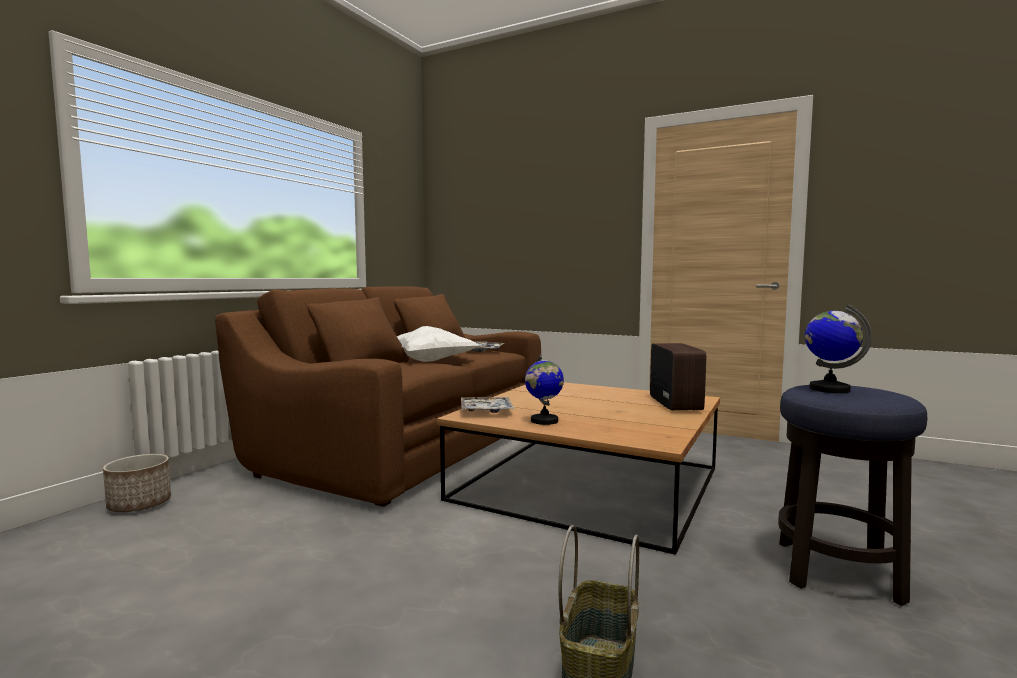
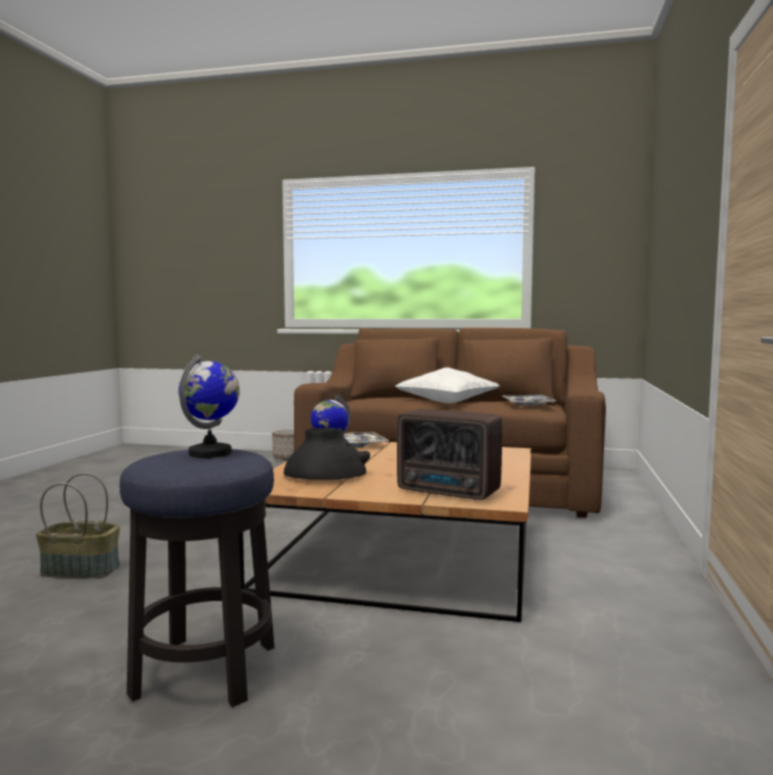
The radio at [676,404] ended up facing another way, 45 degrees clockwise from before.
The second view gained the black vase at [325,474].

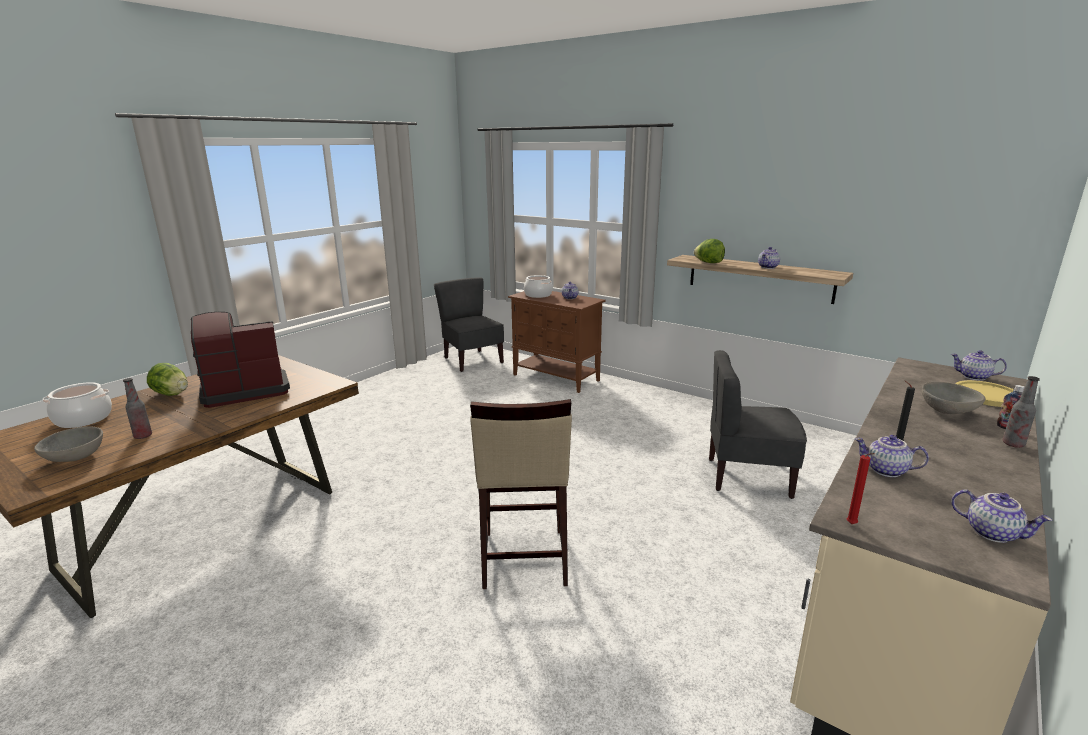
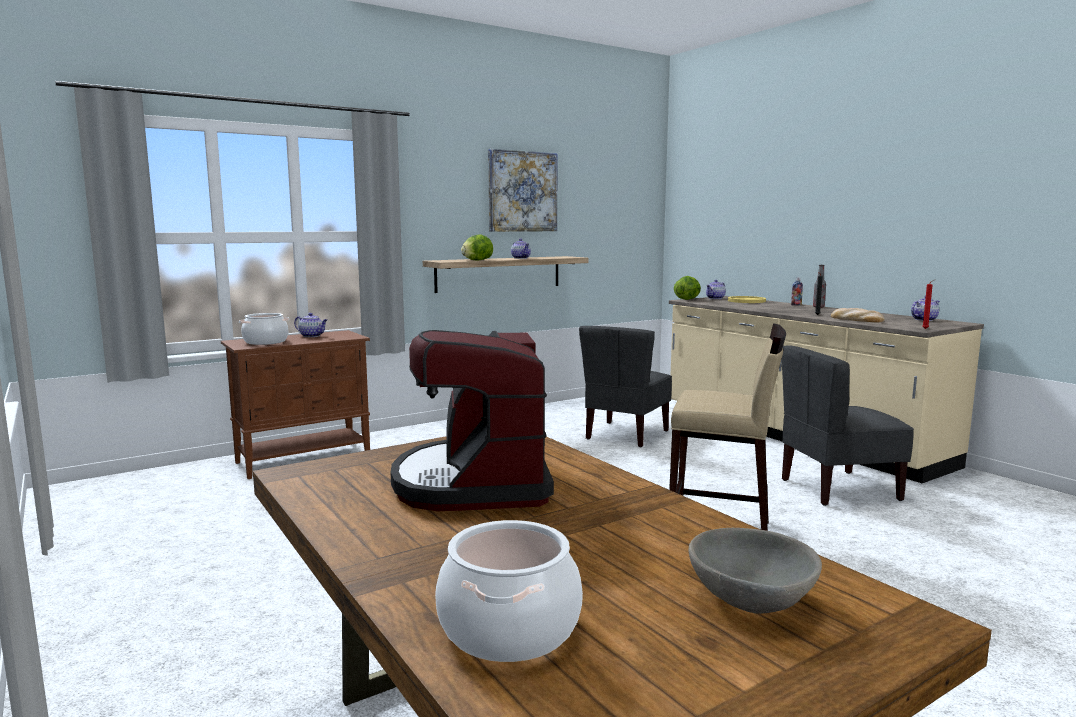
The grey chair ended up elsewhere, having gone from [472,360] to [838,489].
The lettuce ended up elsewhere, having gone from [171,394] to [687,299].
The second view lost the bottle at [143,436].
The second view lost the grey bowl at [947,411].
Where the teapot stood at [885,471], the bread came to stand at [856,319].
The second view gained the picture at [522,191].

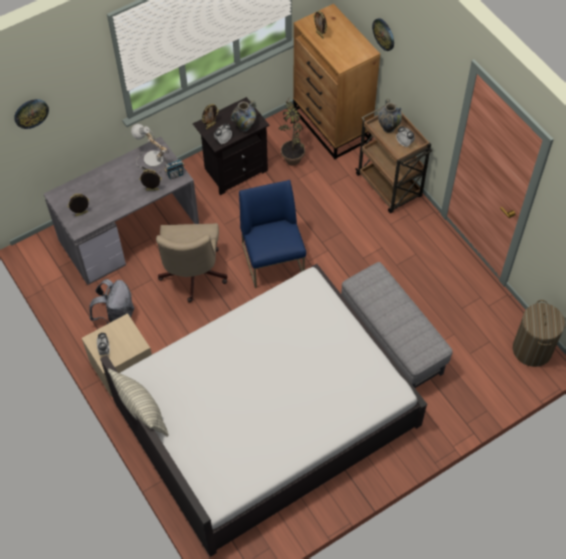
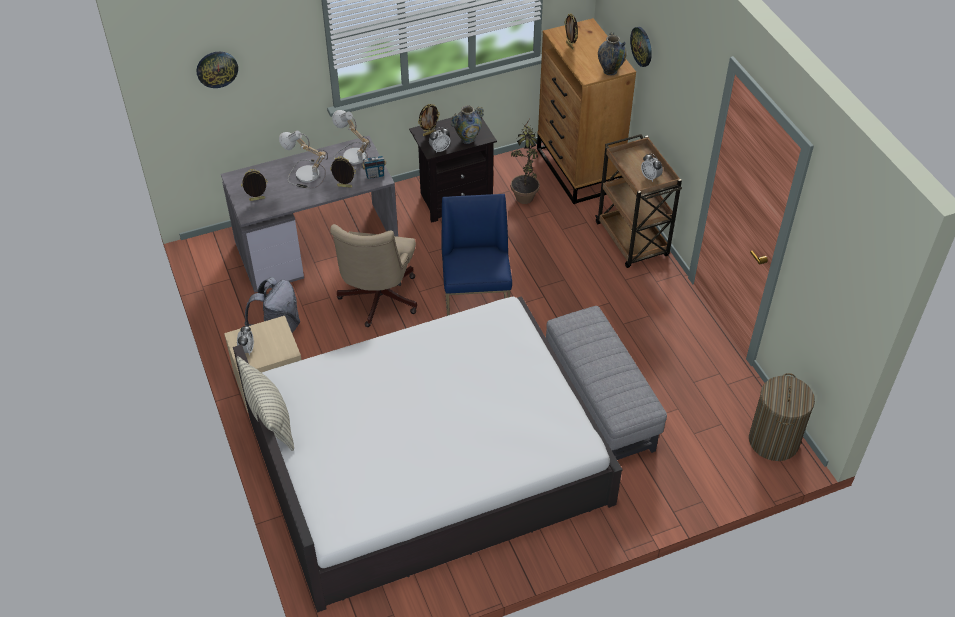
The vase ended up elsewhere, having gone from [388,128] to [610,71].
The second view gained the table lamp at [305,175].

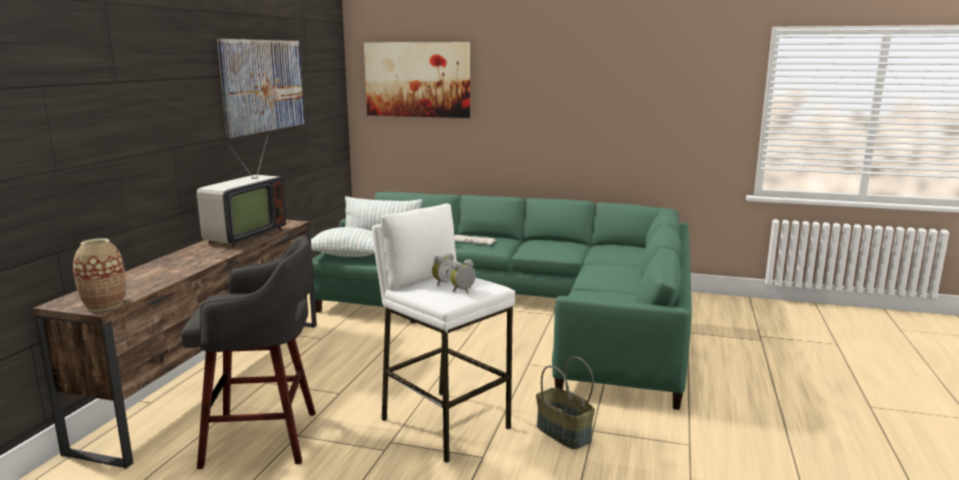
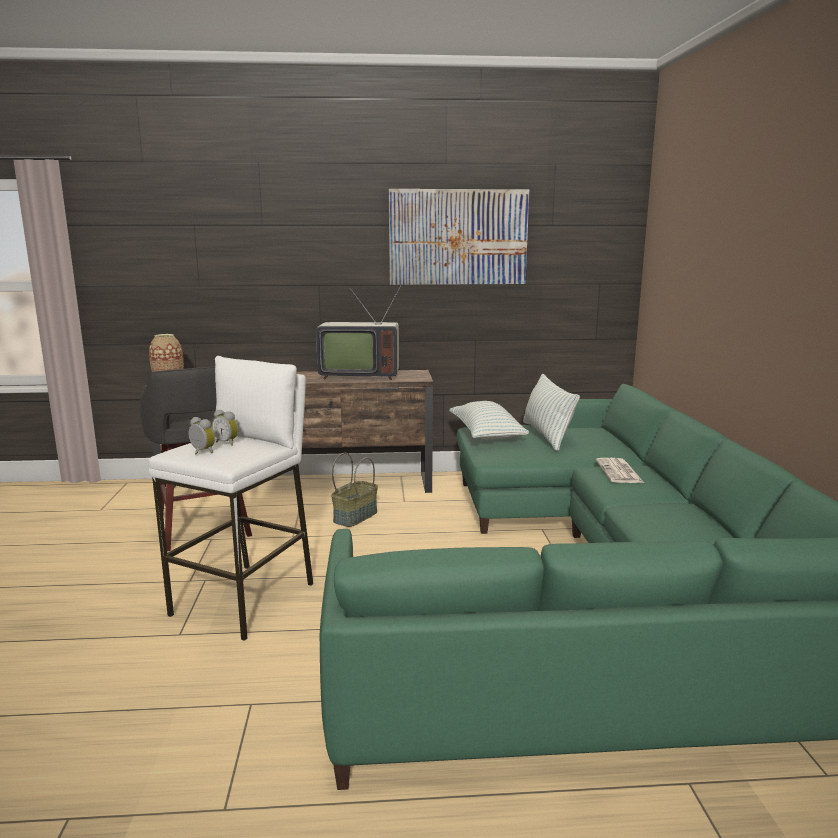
The second view lost the picture at [417,79].
The basket ended up elsewhere, having gone from [562,433] to [355,516].

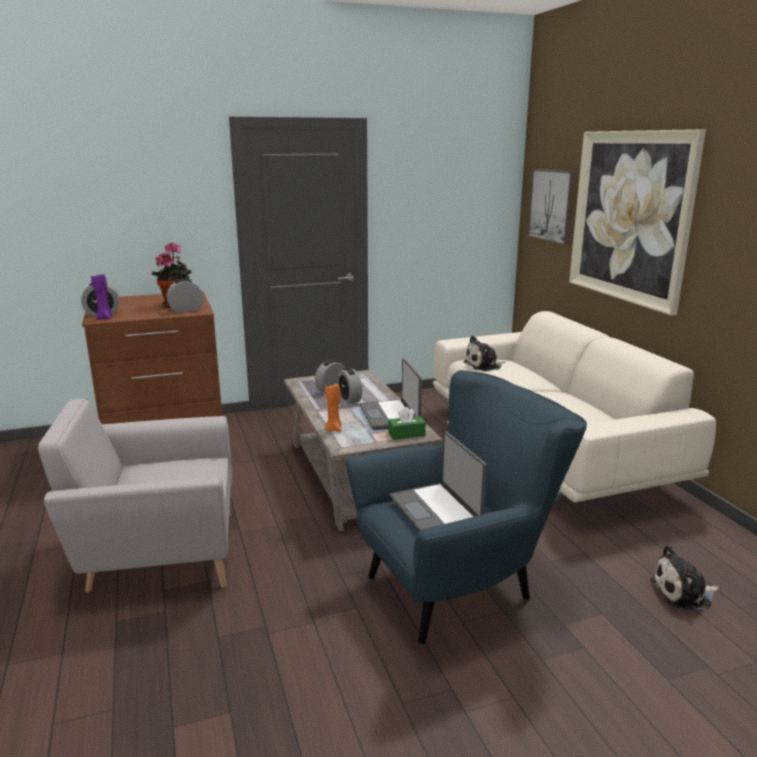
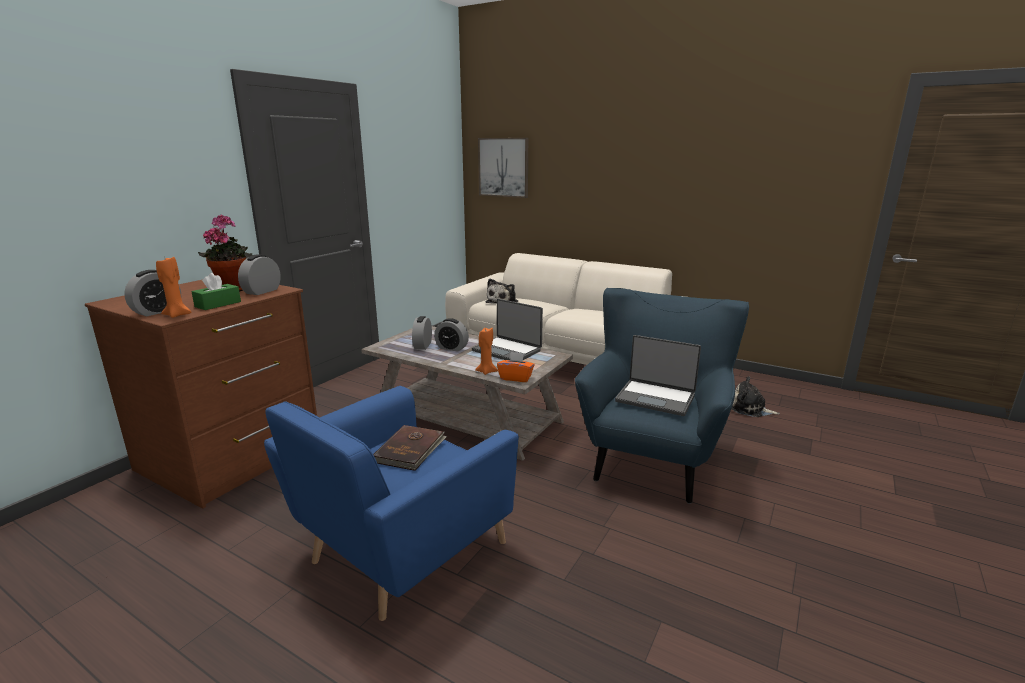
The second view lost the picture at [630,217].
What was the purple candle at [105,318] turned into the orange candle at [177,315].
What was the grey armchair at [158,554] turned into the blue armchair at [400,550].
The green tissue box ended up elsewhere, having gone from [406,434] to [218,304].
The plush toy at [684,593] ended up facing another way, 75 degrees clockwise from before.
The second view gained the orange tissue box at [515,378].
The second view gained the brown book at [411,450].

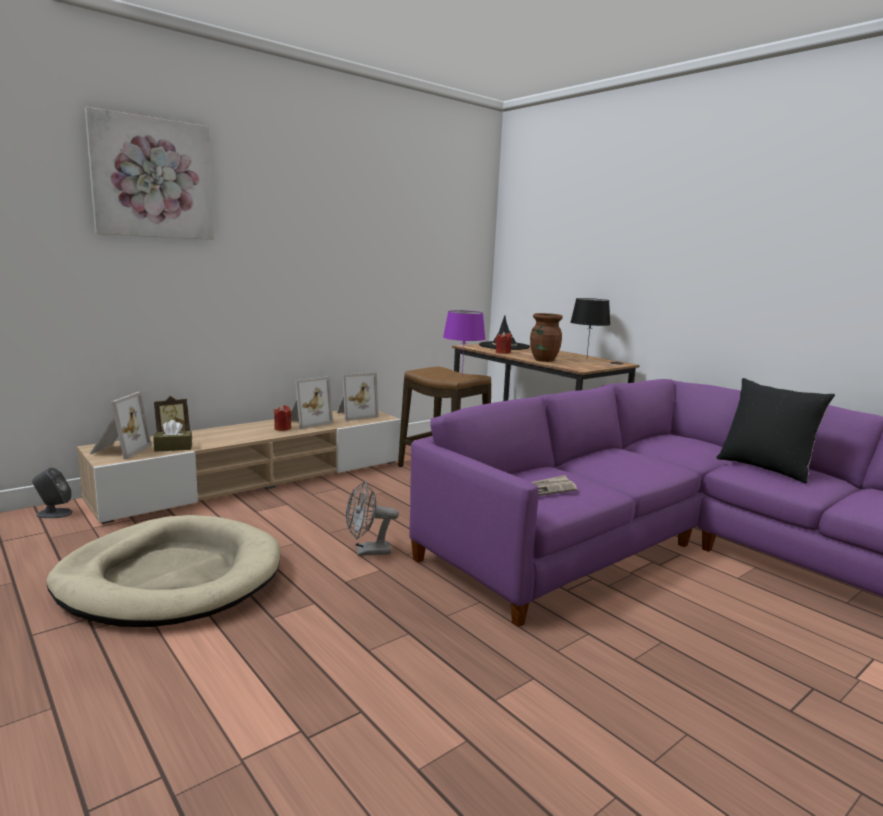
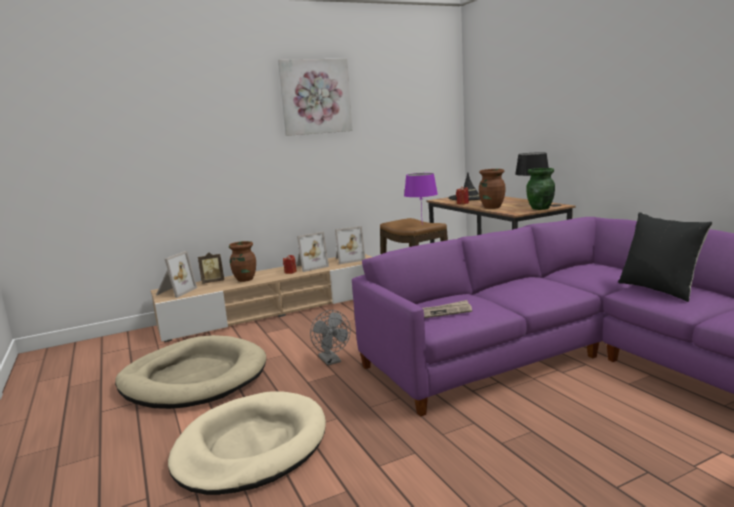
The picture ended up elsewhere, having gone from [152,178] to [315,97].
The second view lost the brown tissue box at [173,448].
The second view lost the grey speaker at [54,513].
The grey fan at [367,552] ended up facing another way, 120 degrees counterclockwise from before.
The second view gained the green vase at [540,208].
The second view gained the brown vase at [245,279].
The second view gained the beige dog bed at [251,447].

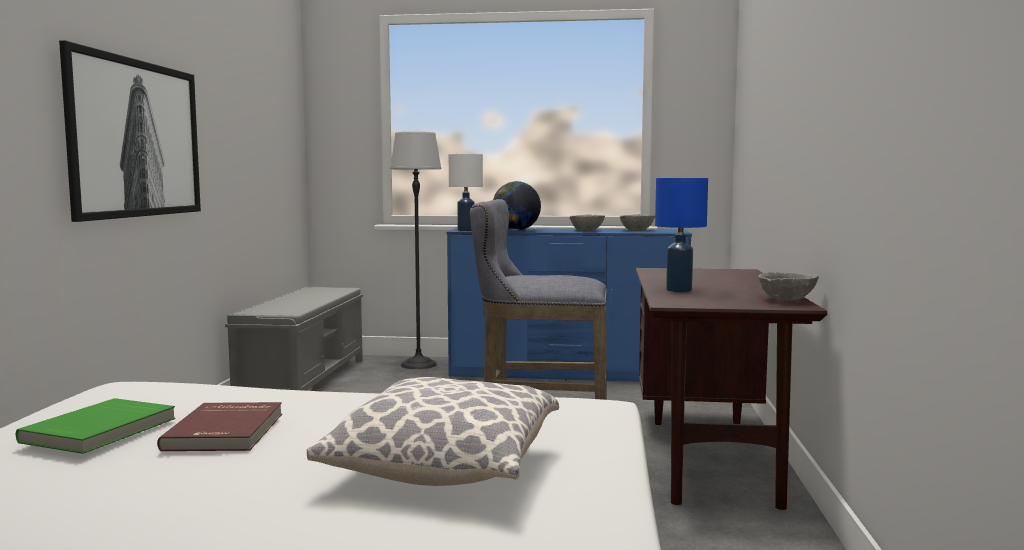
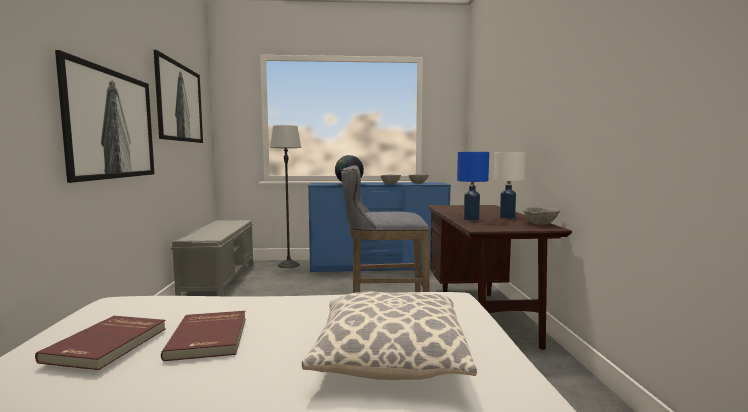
The white table lamp ended up elsewhere, having gone from [465,230] to [506,217].
What was the green book at [101,430] turned into the red book at [108,344].
The second view gained the picture at [179,103].

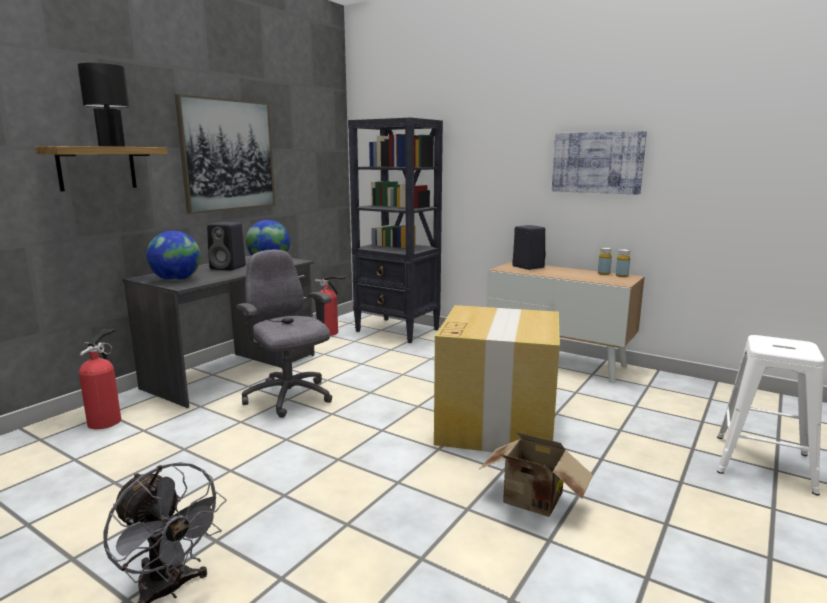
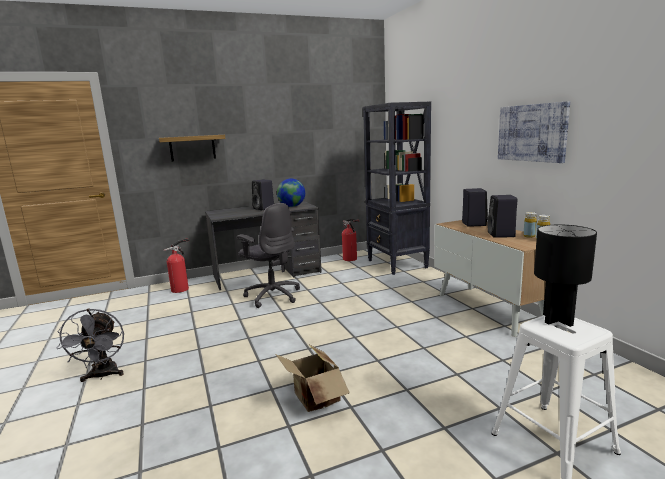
The black table lamp ended up elsewhere, having gone from [112,146] to [557,319].
The second view lost the picture at [228,155].
The second view lost the globe at [176,280].
The grey office chair at [289,398] ended up facing another way, 135 degrees clockwise from before.
The second view lost the cardboard box at [497,424].
The second view gained the black speaker at [501,235].

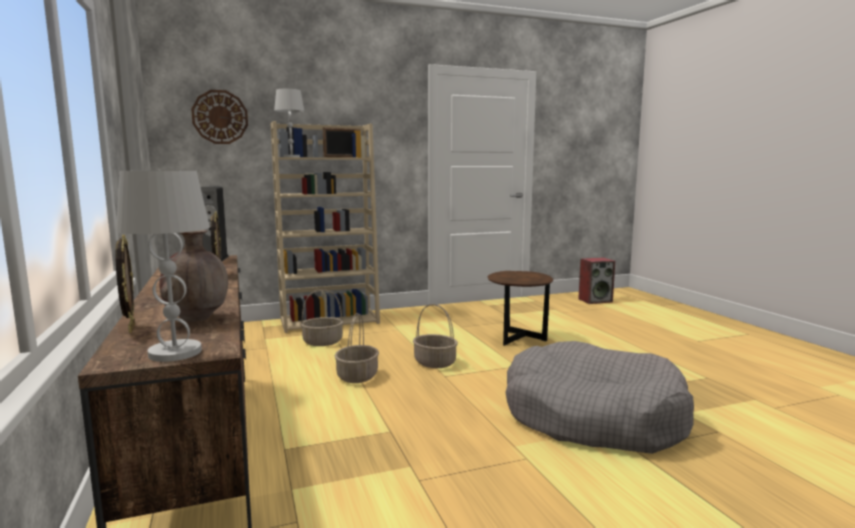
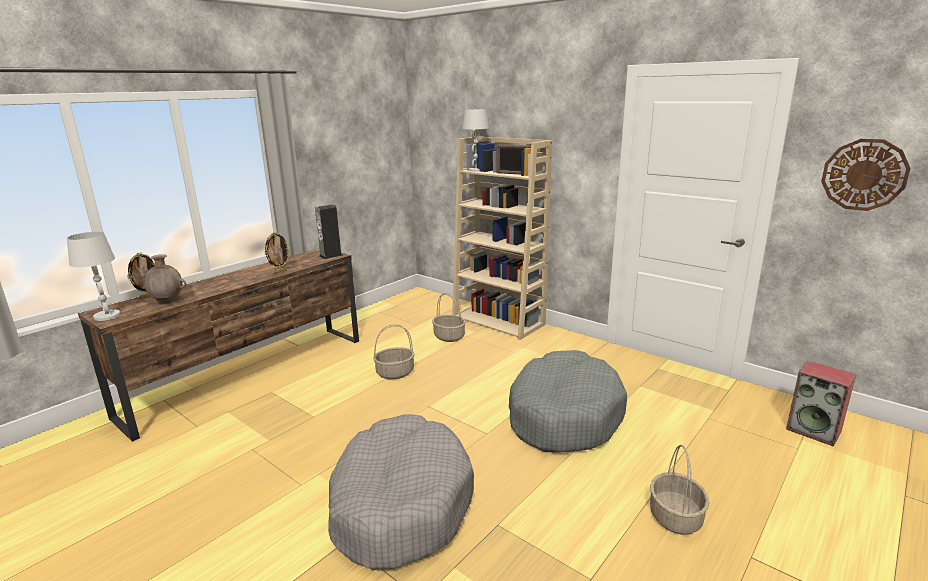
The wall clock ended up elsewhere, having gone from [220,117] to [864,175].
Where the brown side table stood at [518,340], the grey dog bed came to stand at [563,415].
The basket ended up elsewhere, having gone from [434,363] to [675,517].

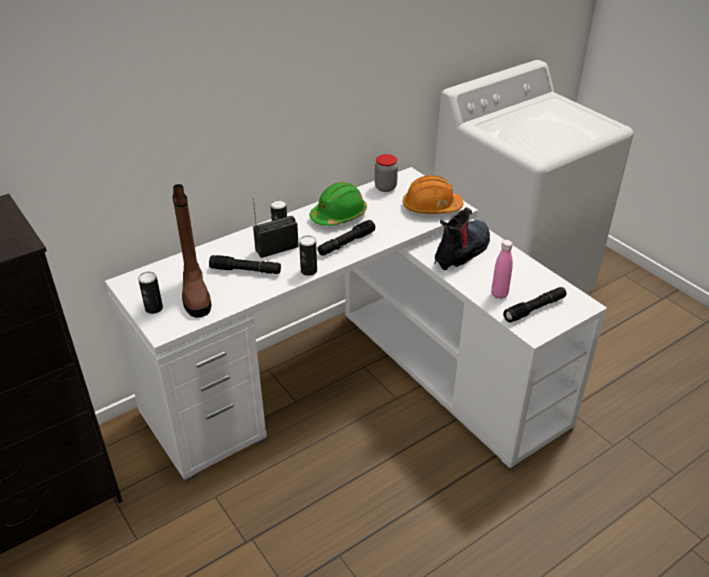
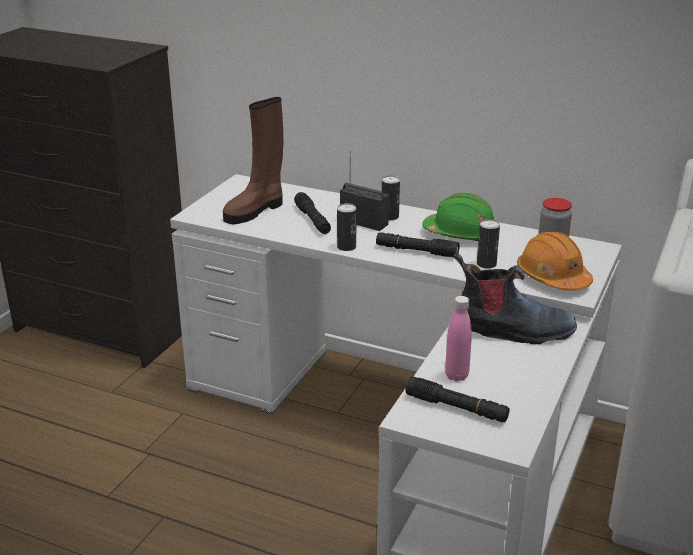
The can ended up elsewhere, having gone from [154,308] to [486,264].

